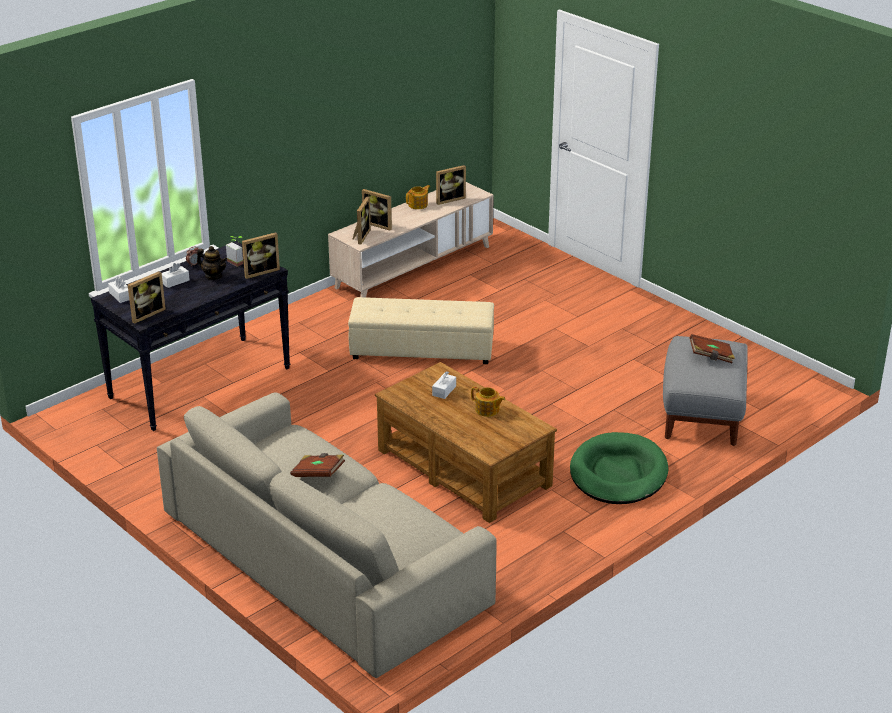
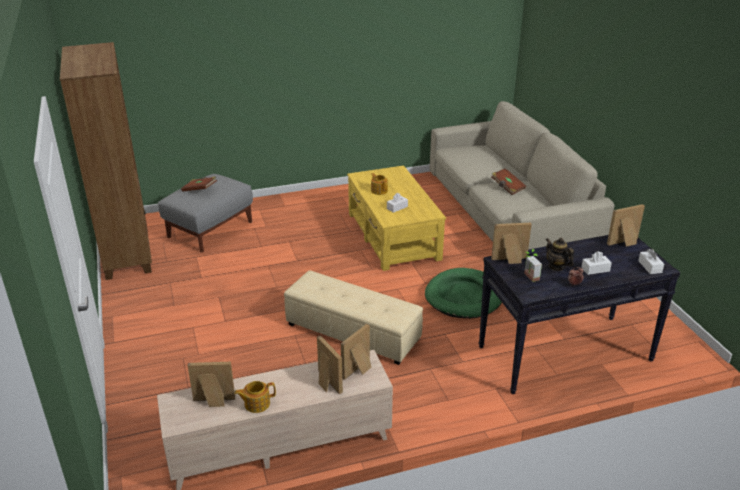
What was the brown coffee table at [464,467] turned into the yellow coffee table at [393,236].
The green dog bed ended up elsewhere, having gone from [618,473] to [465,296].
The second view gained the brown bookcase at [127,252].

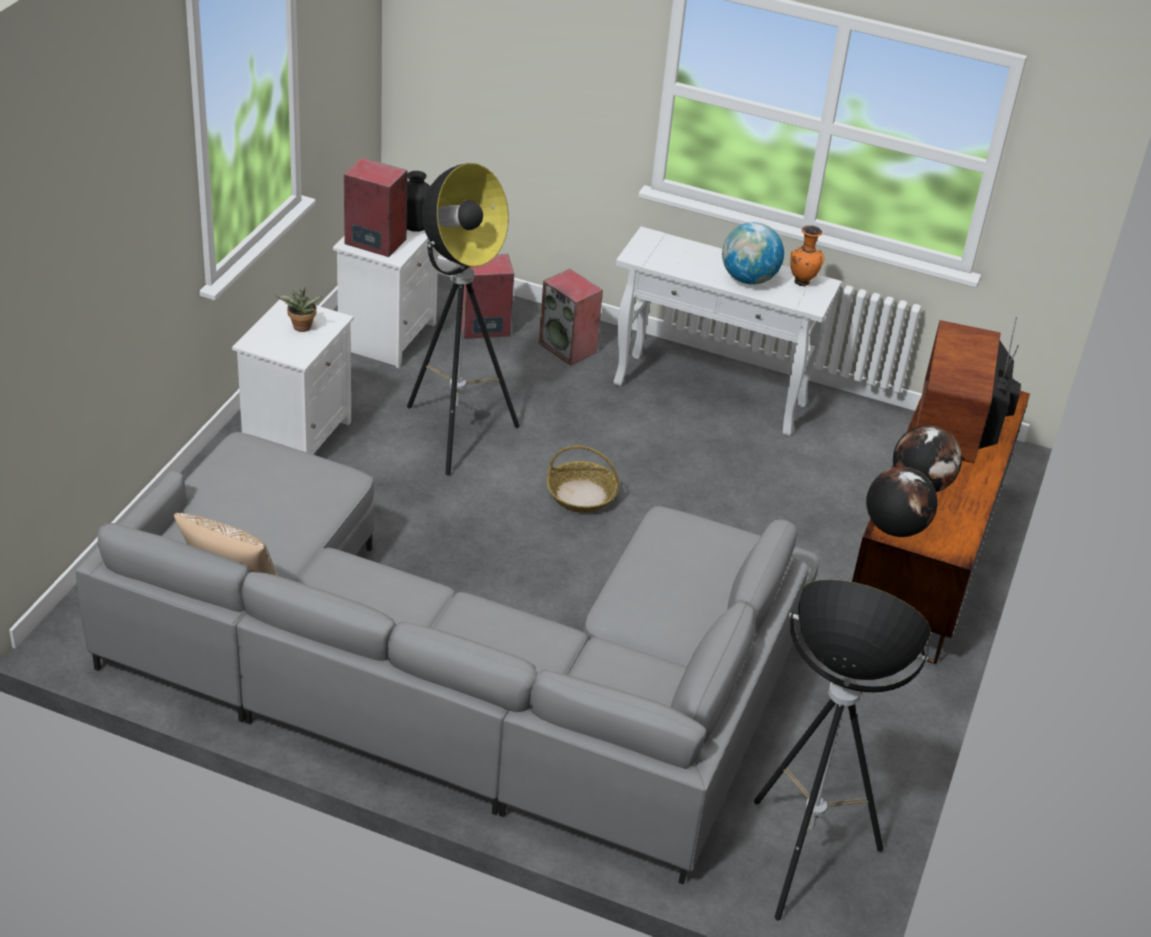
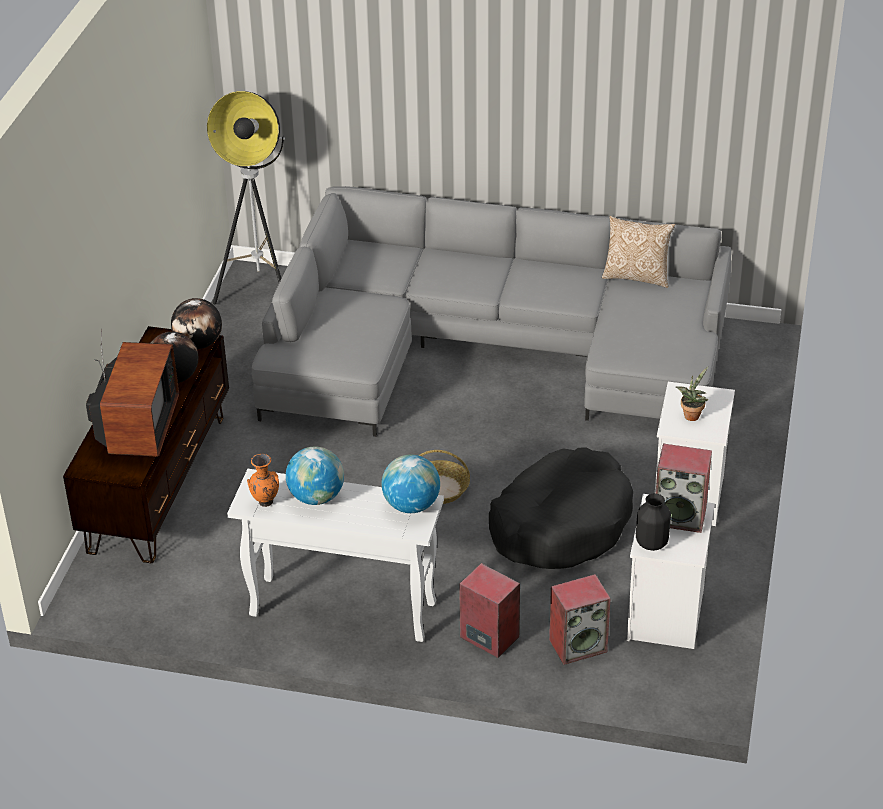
Where the floor lamp stood at [455,434], the black dog bed came to stand at [561,524].
The second view gained the globe at [411,505].

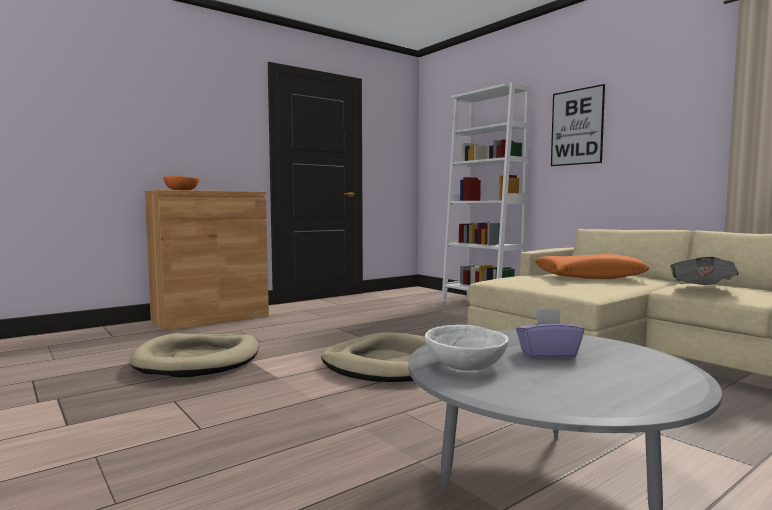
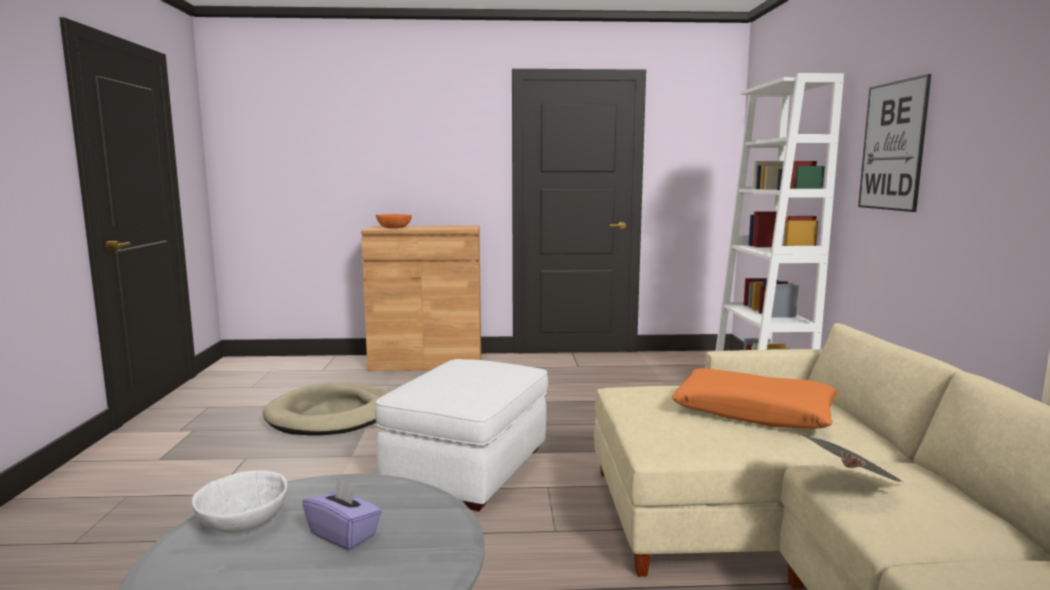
Where the beige dog bed stood at [387,364], the white ottoman came to stand at [469,468].

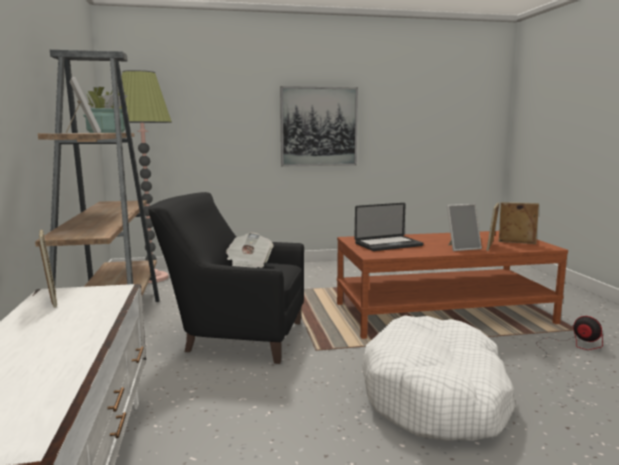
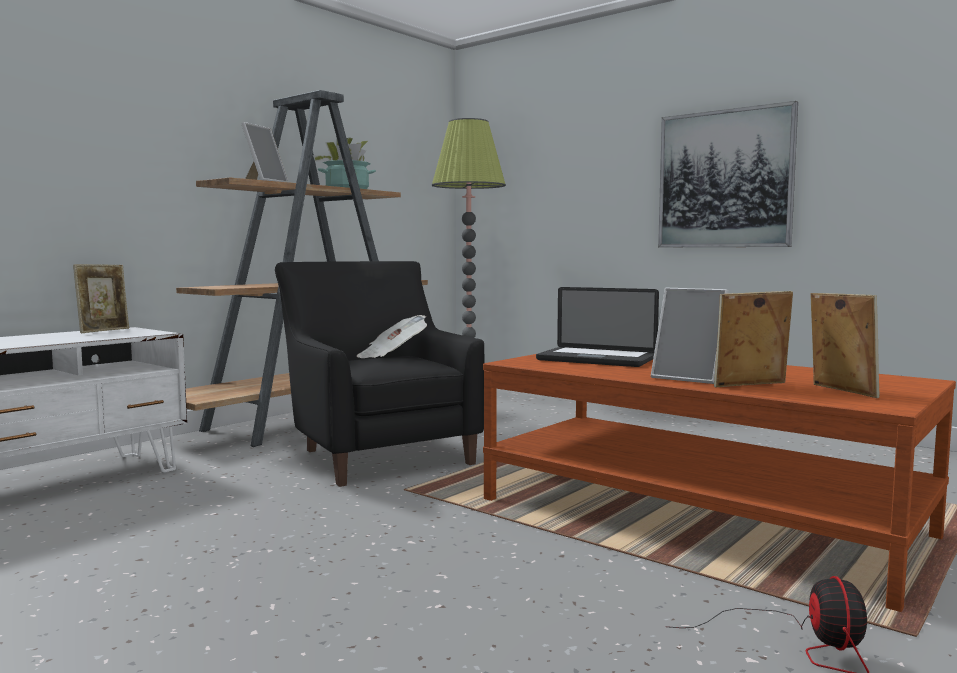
The second view lost the white dog bed at [436,396].

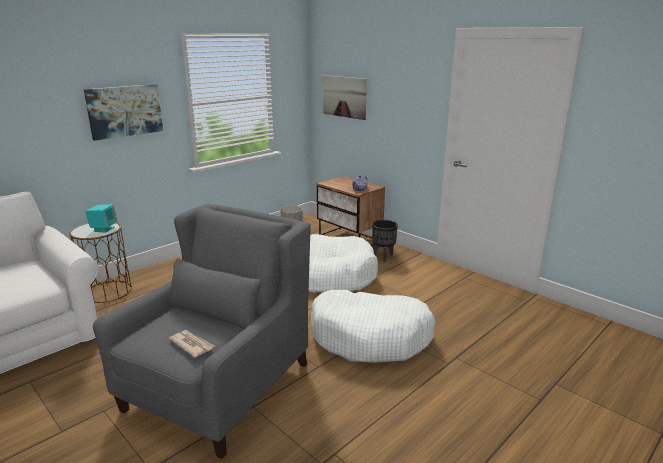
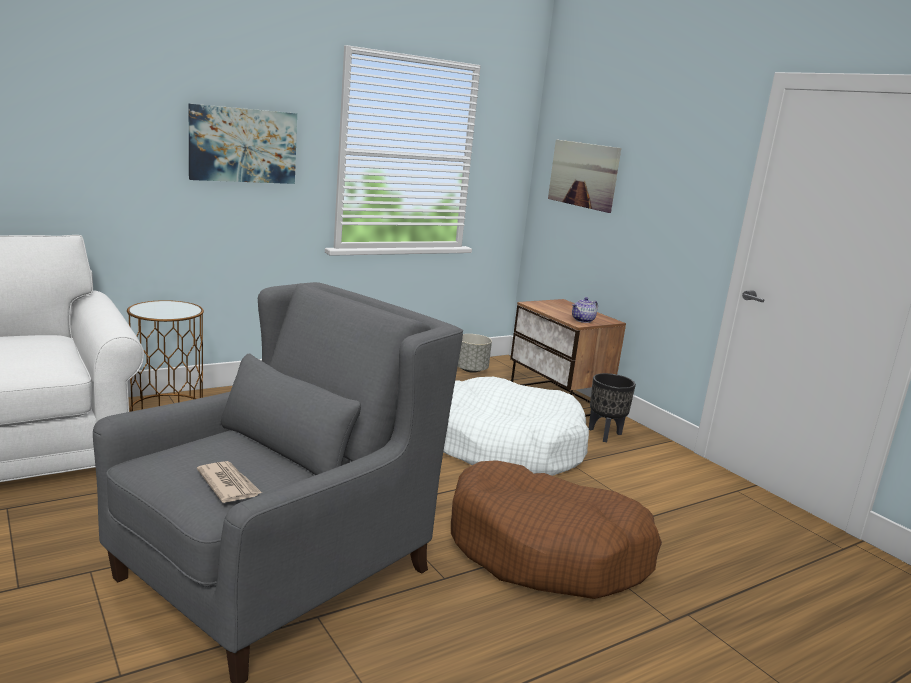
The second view lost the turquoise speaker at [104,229].
What was the white dog bed at [370,337] turned into the brown dog bed at [546,550].

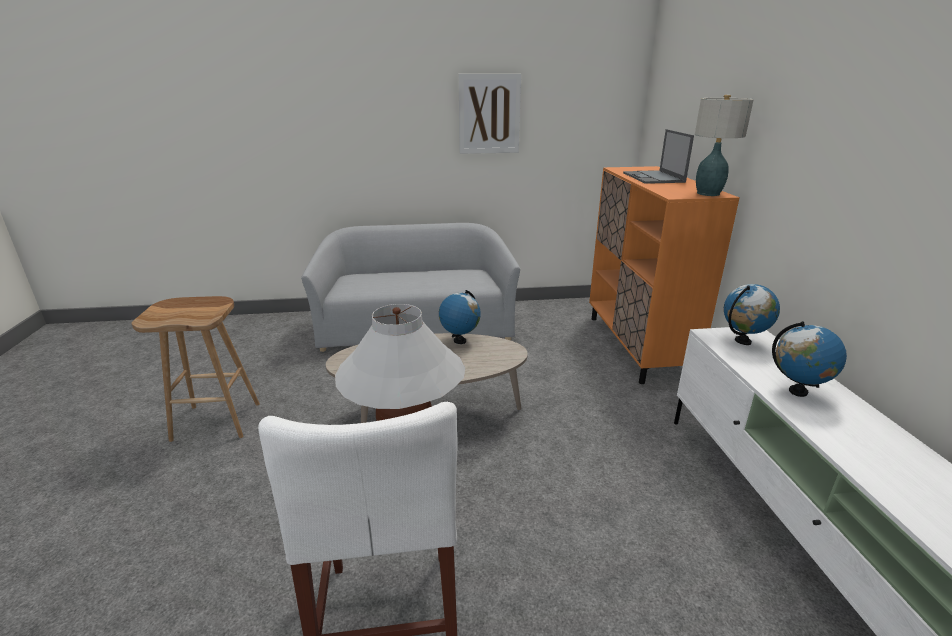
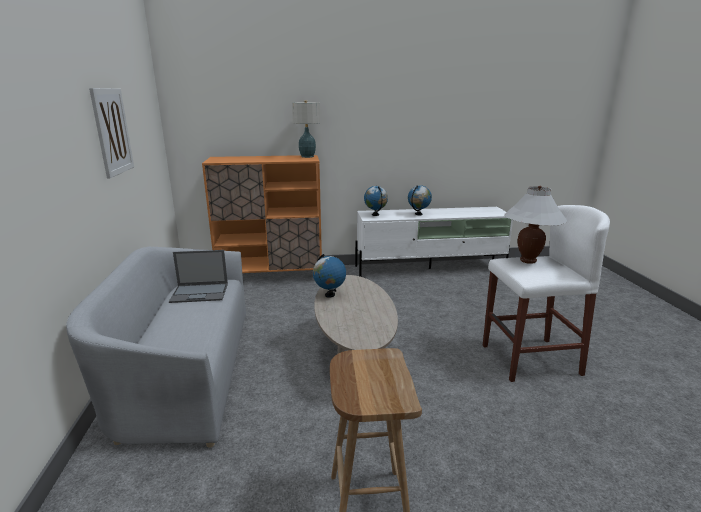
The laptop ended up elsewhere, having gone from [653,177] to [200,293].

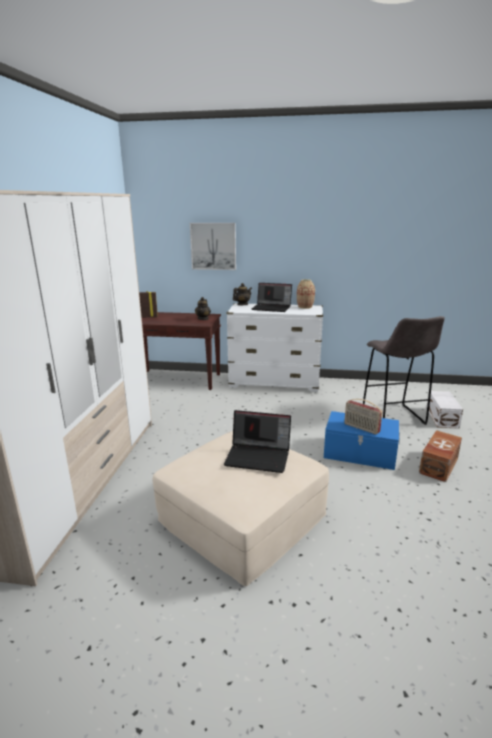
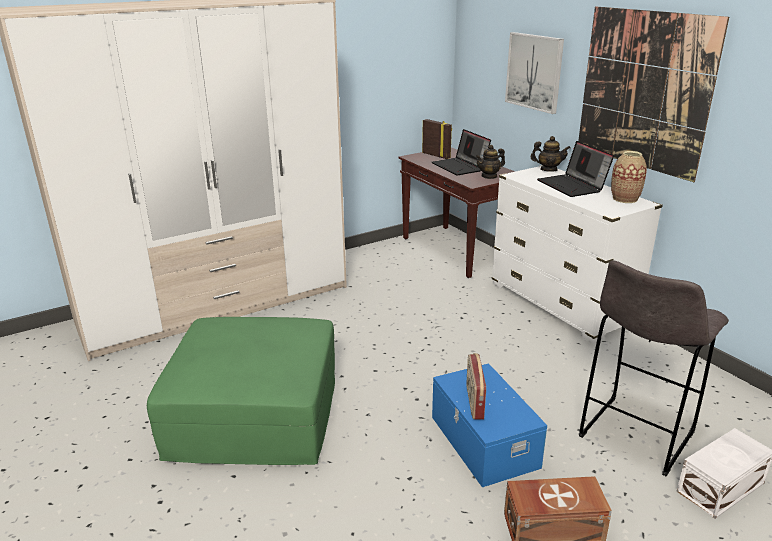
The laptop ended up elsewhere, having gone from [259,456] to [460,167].
What was the beige ottoman at [243,518] turned into the green ottoman at [256,413].
The second view gained the picture at [643,91].

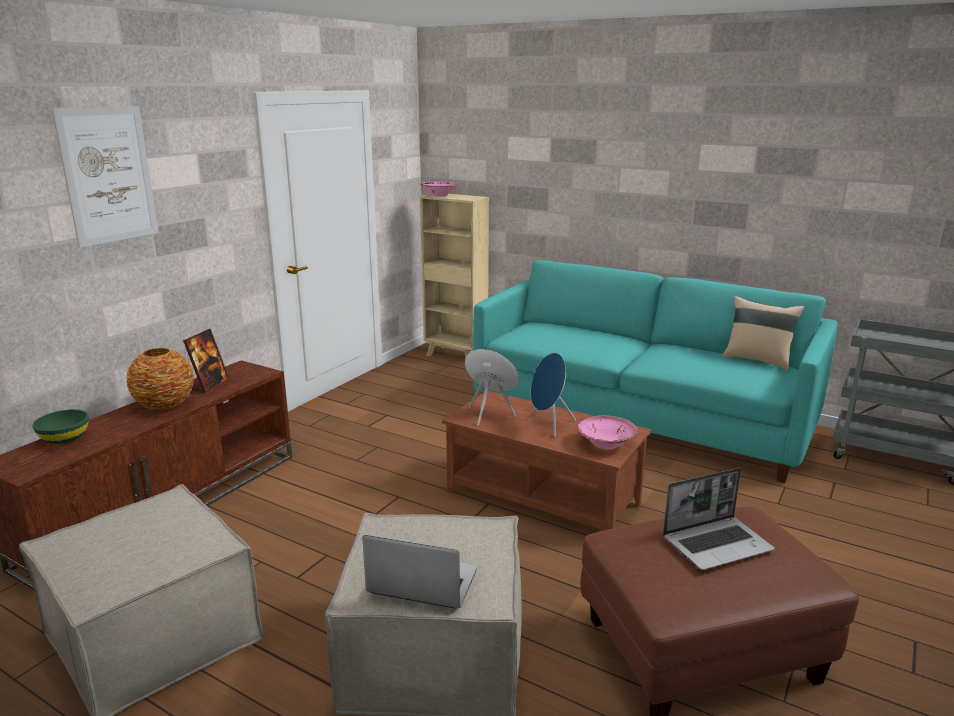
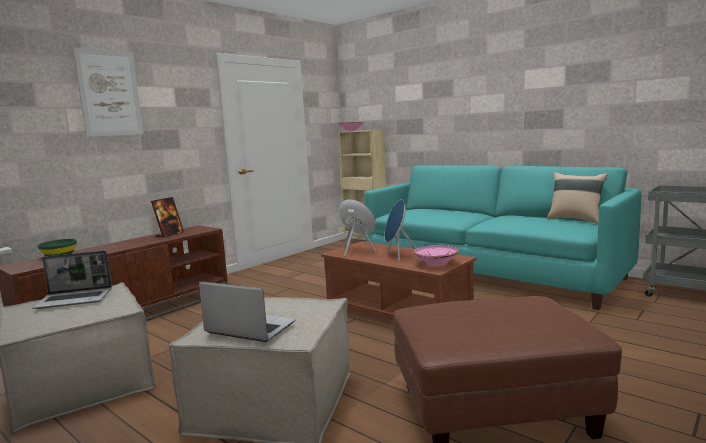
The second view lost the vase at [165,405].
The laptop ended up elsewhere, having gone from [717,544] to [75,299].

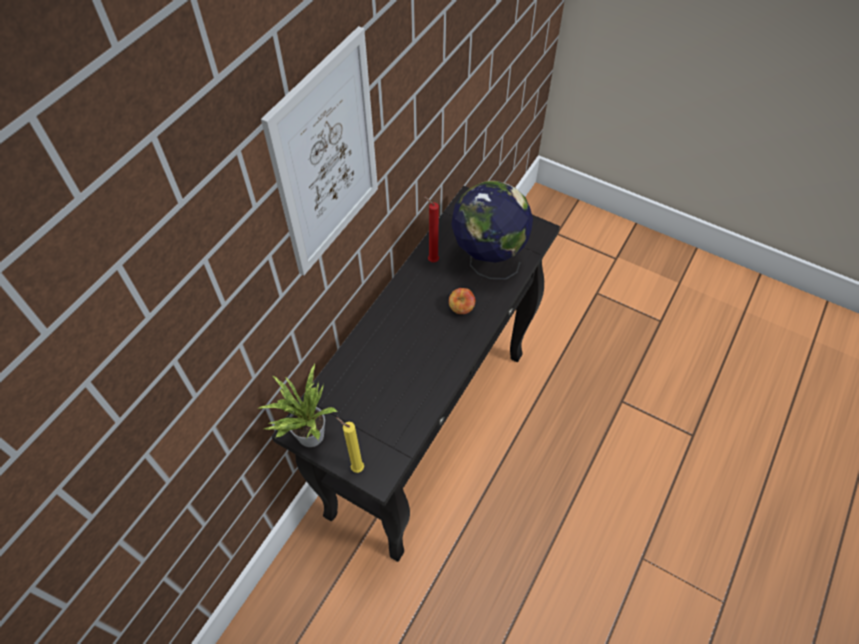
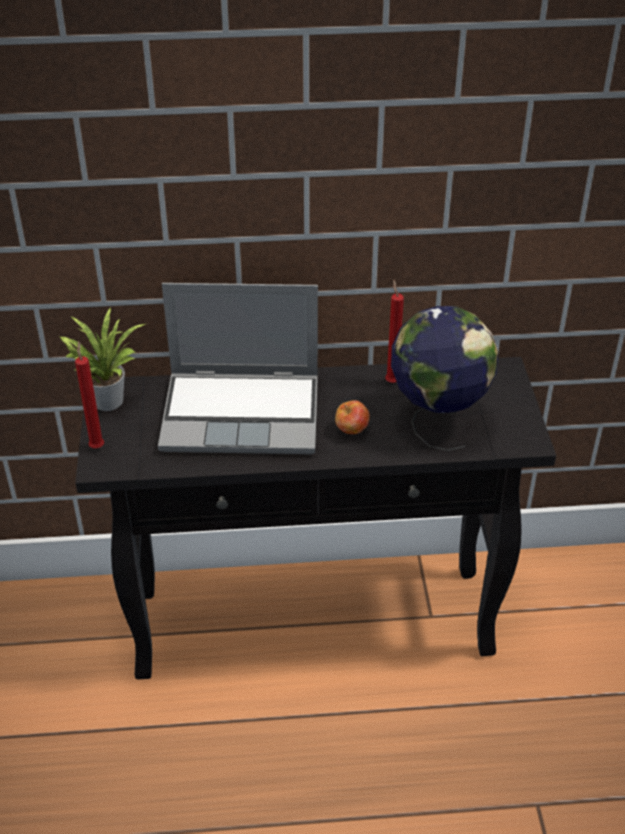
The second view lost the picture at [326,158].
What was the yellow candle at [355,467] turned into the red candle at [97,446].
The second view gained the laptop at [243,414].

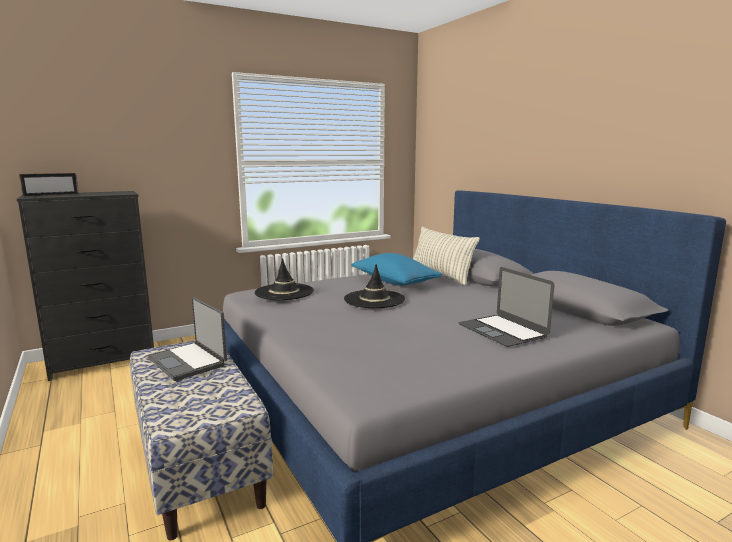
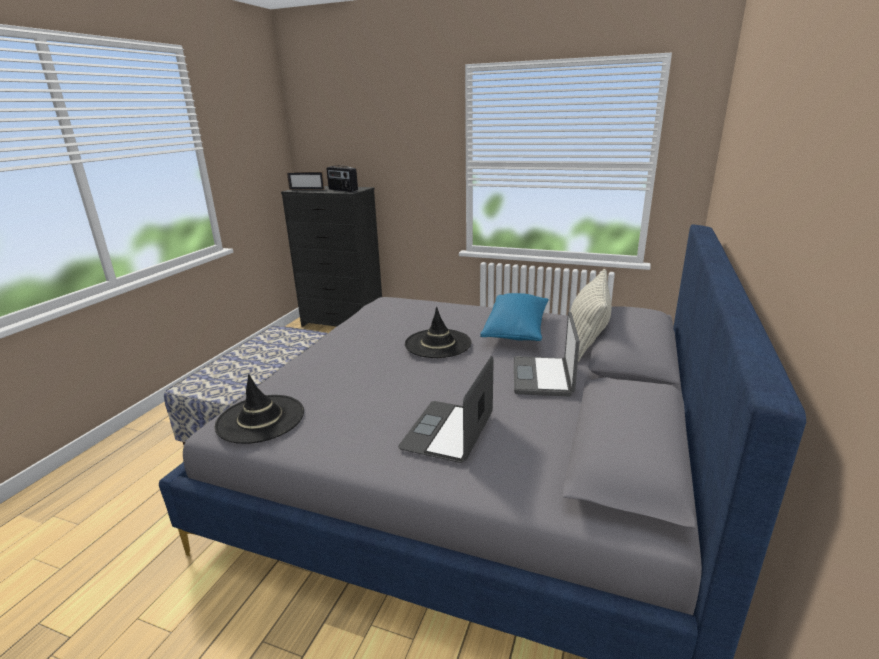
The black hat ended up elsewhere, having gone from [284,292] to [260,419].
The laptop ended up elsewhere, having gone from [188,361] to [544,377].
The second view gained the radio at [342,190].

